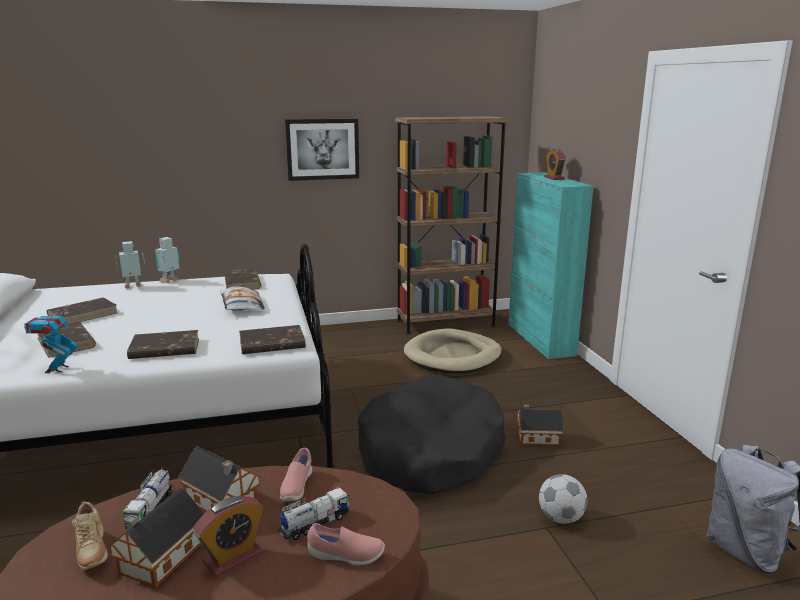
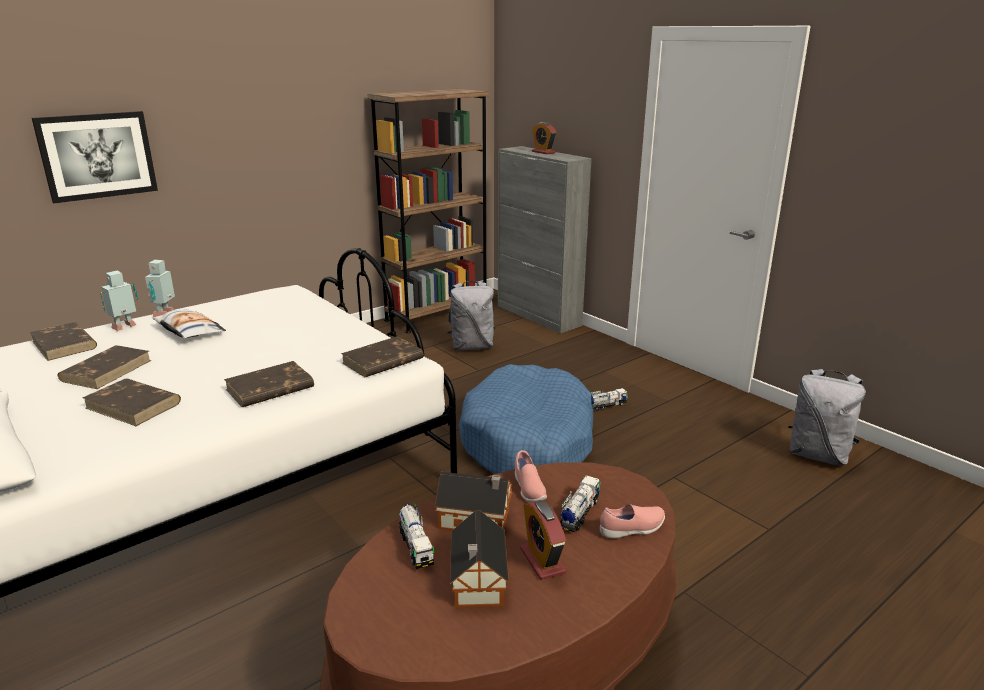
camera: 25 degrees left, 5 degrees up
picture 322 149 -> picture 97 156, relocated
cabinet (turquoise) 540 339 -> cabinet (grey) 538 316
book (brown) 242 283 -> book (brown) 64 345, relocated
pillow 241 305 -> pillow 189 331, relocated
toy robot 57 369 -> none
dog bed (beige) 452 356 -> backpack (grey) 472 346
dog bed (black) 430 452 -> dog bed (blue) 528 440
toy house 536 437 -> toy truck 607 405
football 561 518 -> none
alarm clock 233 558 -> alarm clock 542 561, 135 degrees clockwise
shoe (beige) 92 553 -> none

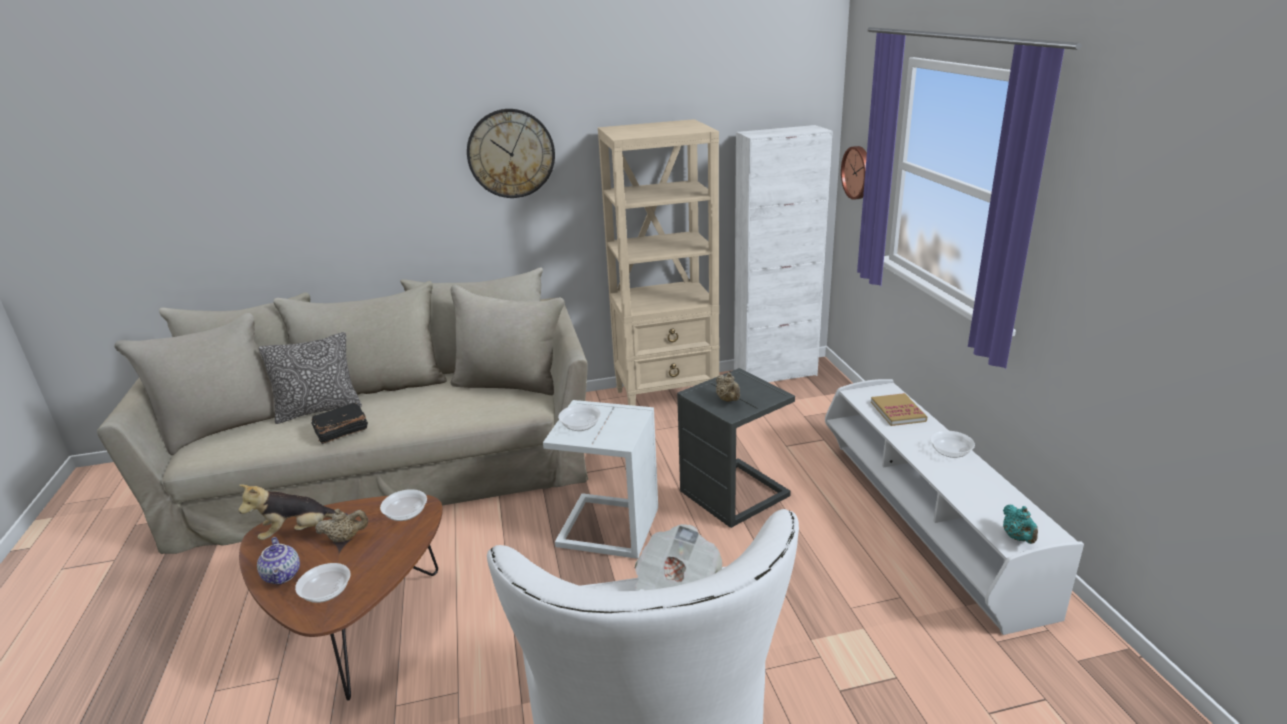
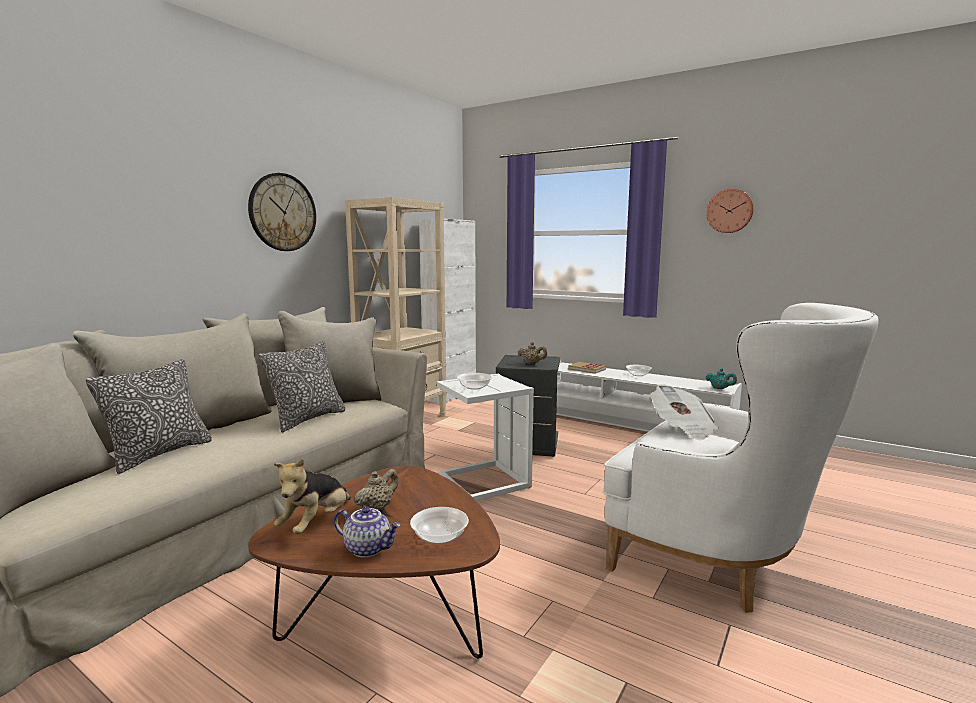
camera: 45 degrees left, 15 degrees down
wall clock 858 172 -> wall clock 730 211, relocated
book (black) 340 431 -> none
bowl 406 514 -> none
none -> pillow 307 419

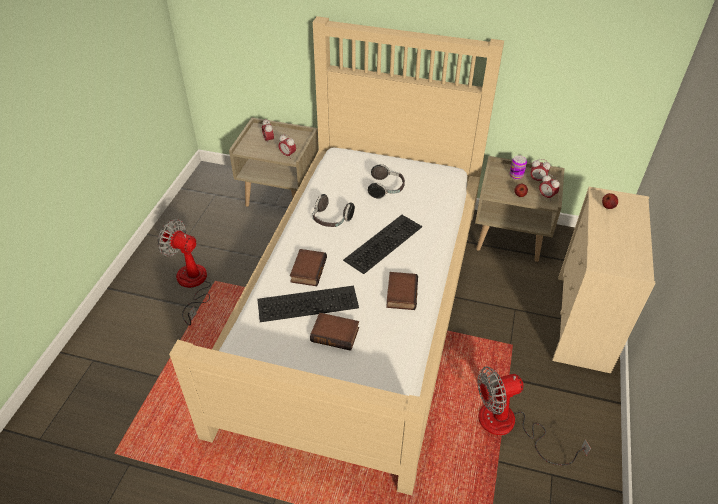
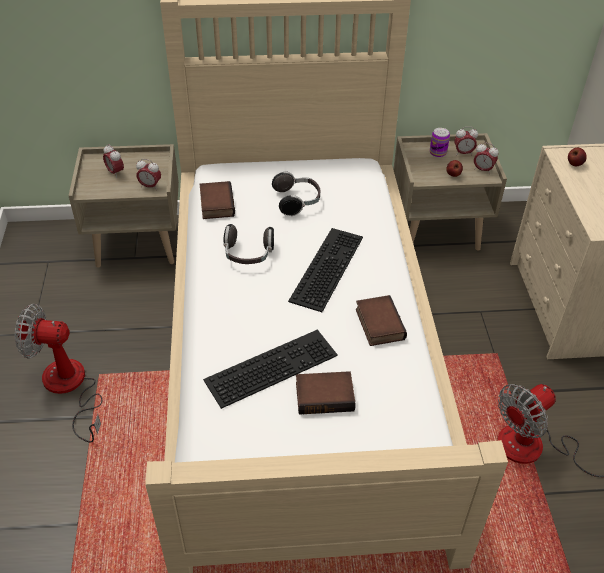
camera: 20 degrees left, 0 degrees up
book 307 270 -> book 215 203, relocated

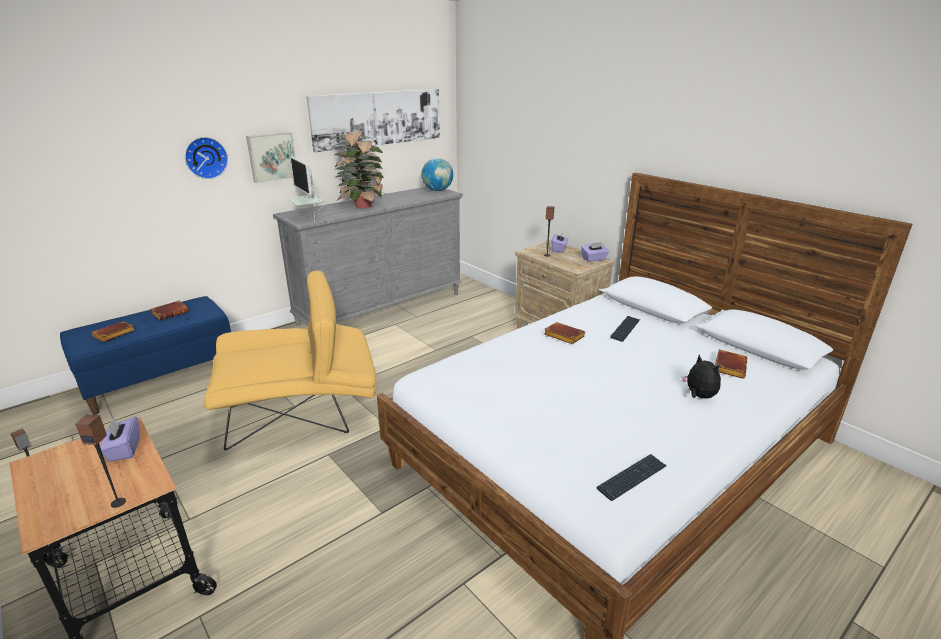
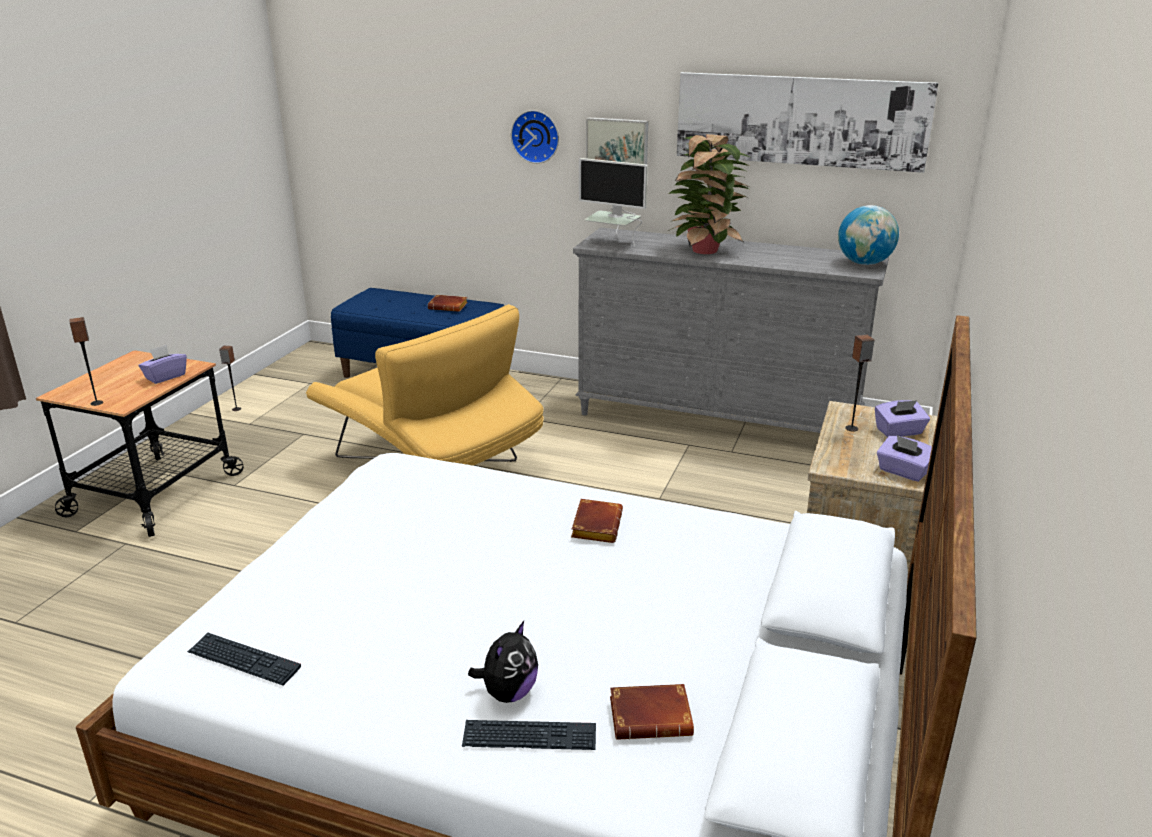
camera: 60 degrees right, 0 degrees up
monitor 309 217 -> monitor 613 243, 90 degrees counterclockwise
keyboard 625 329 -> keyboard 529 737, relocated
book (brown) 114 335 -> none

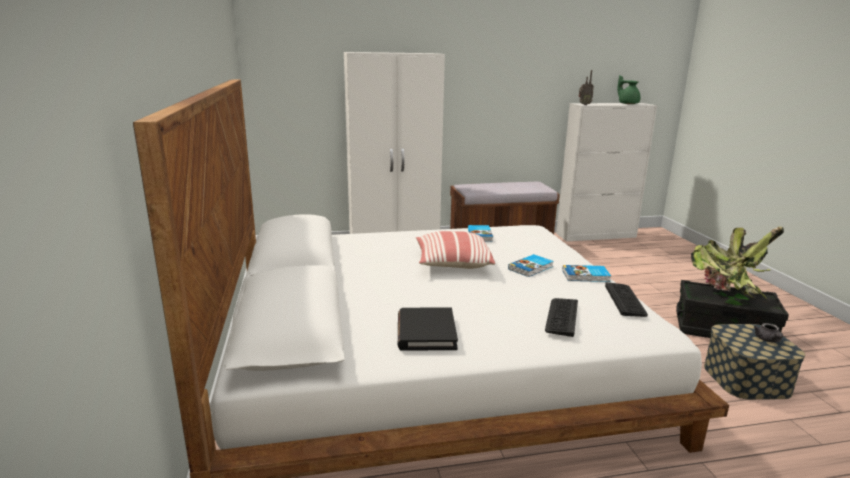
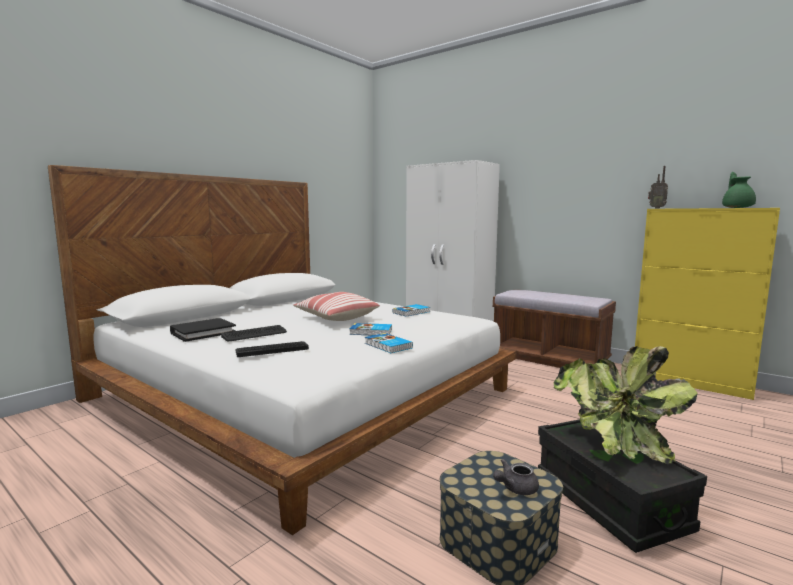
camera: 50 degrees right, 10 degrees down
cabinet (white) 596 235 -> cabinet (yellow) 691 382
keyboard 625 300 -> keyboard 254 334, relocated

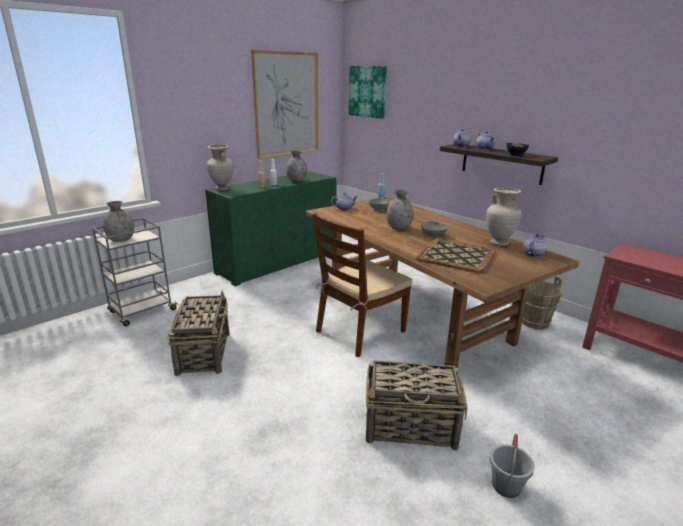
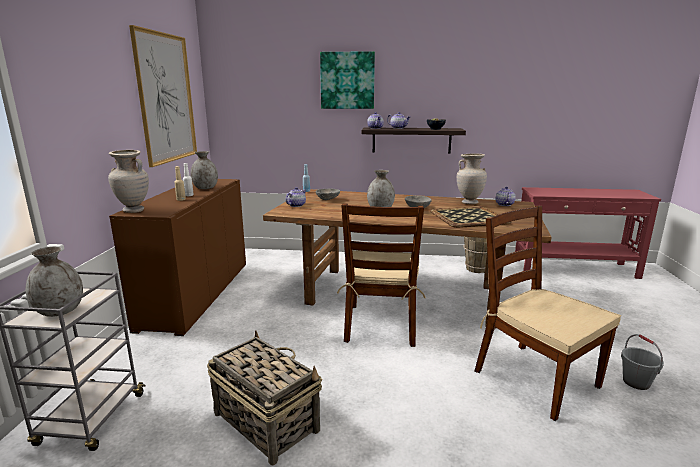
camera: 40 degrees left, 5 degrees down
picture 368 91 -> picture 347 80, relocated
cabinet (green) 278 263 -> cabinet (brown) 197 294
basket 411 426 -> chair (brown) 534 378

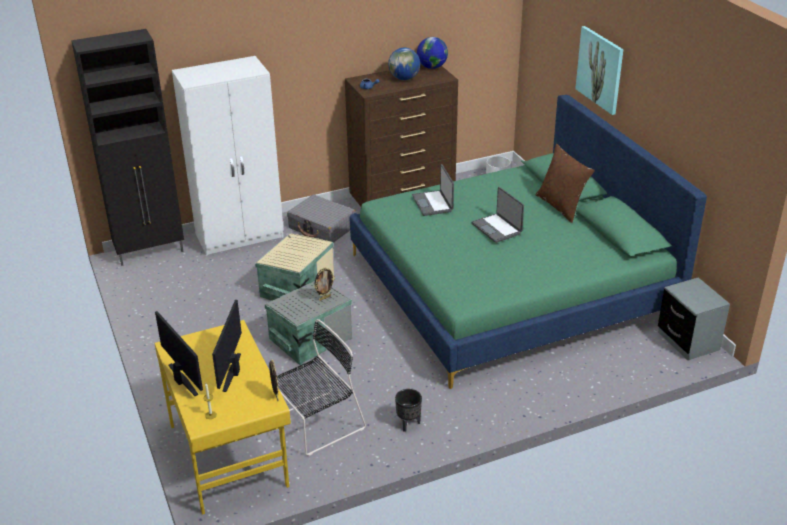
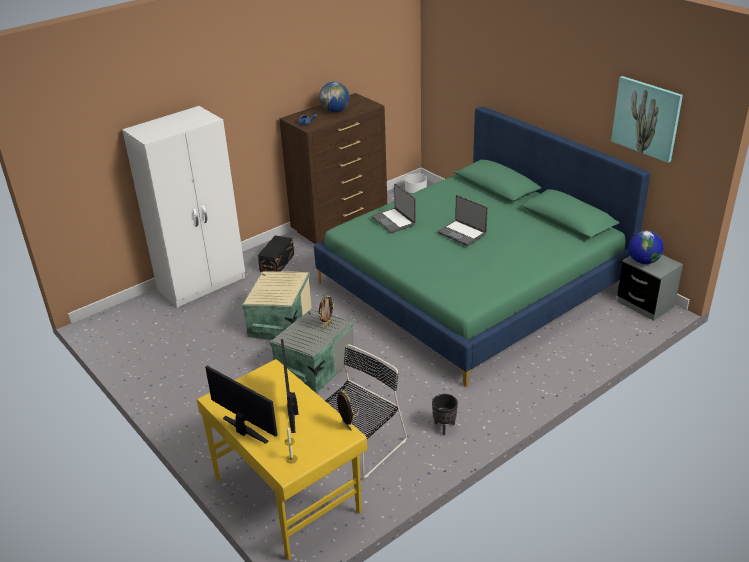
camera: 15 degrees left, 0 degrees up
picture 600 69 -> picture 646 118, relocated
cabinet (black) 151 252 -> none
globe 432 67 -> globe 643 261, relocated
pillow (brown) 561 206 -> none
suitcase (grey) 322 227 -> storage box (black) 278 263

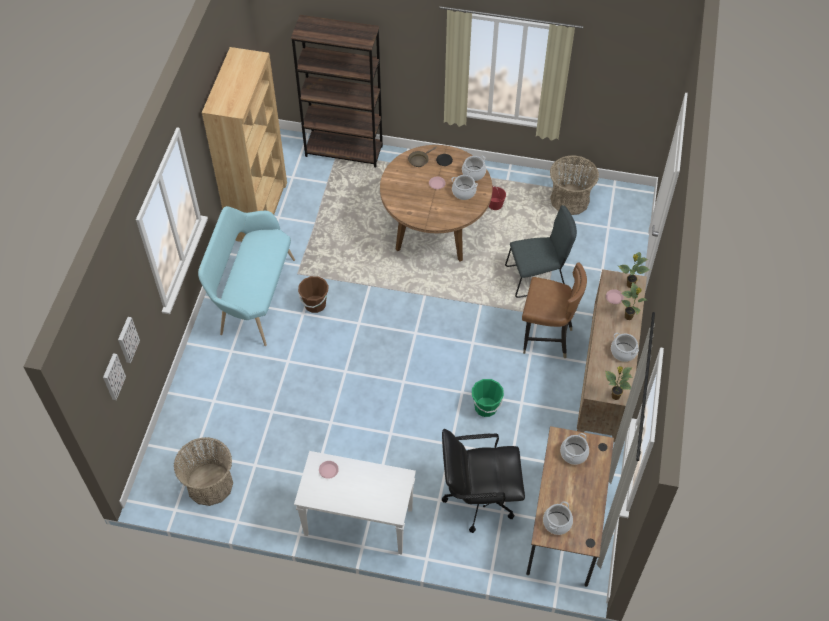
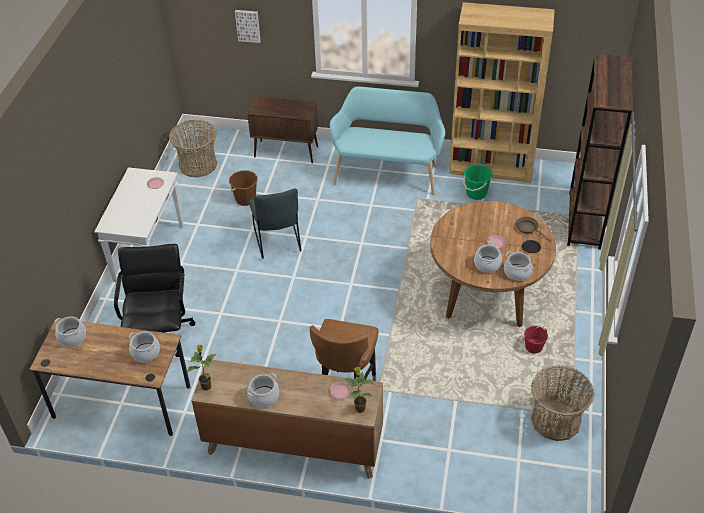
camera: 90 degrees right, 10 degrees down
chair (grey) 537 277 -> chair (grey) 278 241, relocated
bucket (brown) 315 304 -> bucket (brown) 245 199, relocated
potted plant 629 317 -> none
picture 112 376 -> none
bucket (green) 486 407 -> bucket (green) 476 193, relocated
none -> cabinet (brown) 287 152

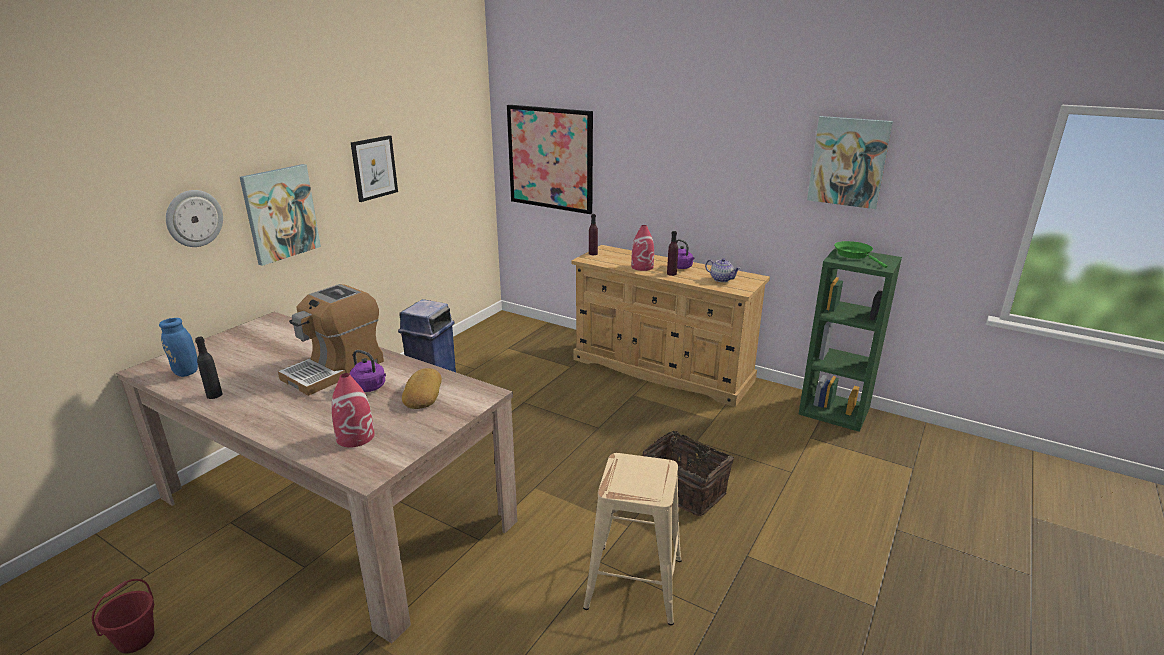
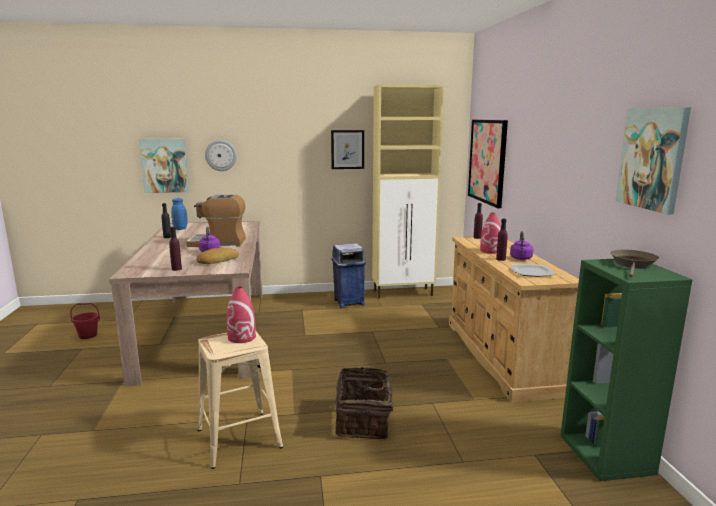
camera: 50 degrees right, 10 degrees down
picture 280 213 -> picture 165 165, relocated
frying pan (green) 855 255 -> frying pan (brown) 633 265
teapot 721 279 -> plate 532 272
vase (red) 356 437 -> vase (red) 242 337, relocated
none -> cabinet (beige) 404 293
none -> bottle (purple) 176 269

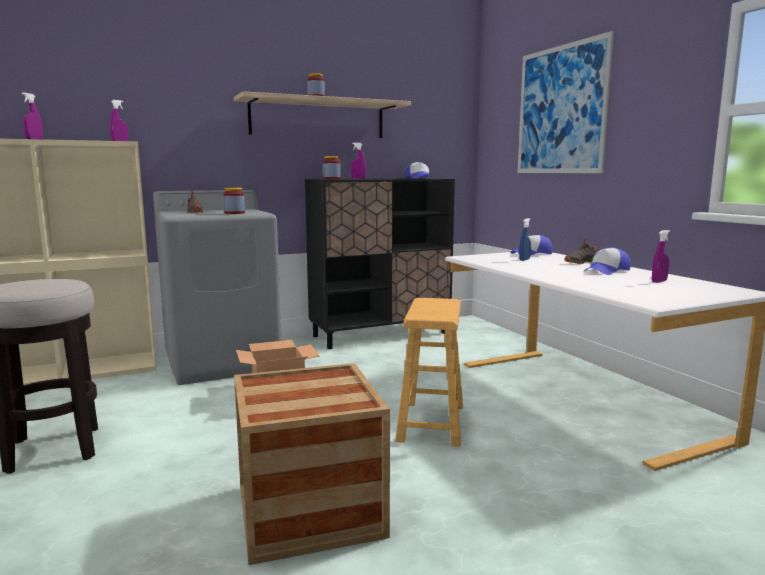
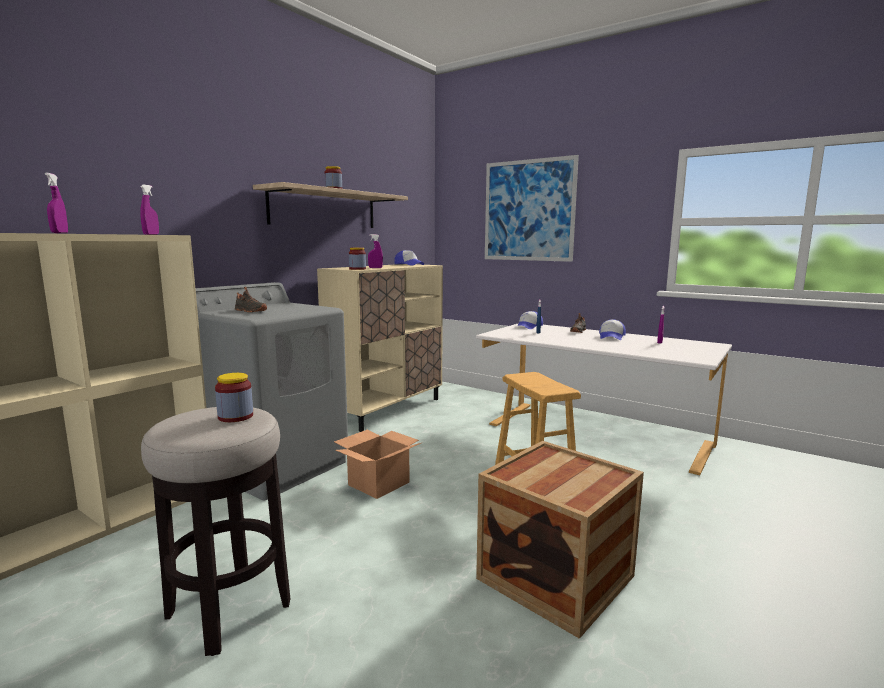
camera: 30 degrees left, 0 degrees up
cabinet (black) 381 334 -> cabinet (beige) 387 409
jar 234 213 -> jar 235 416, relocated

